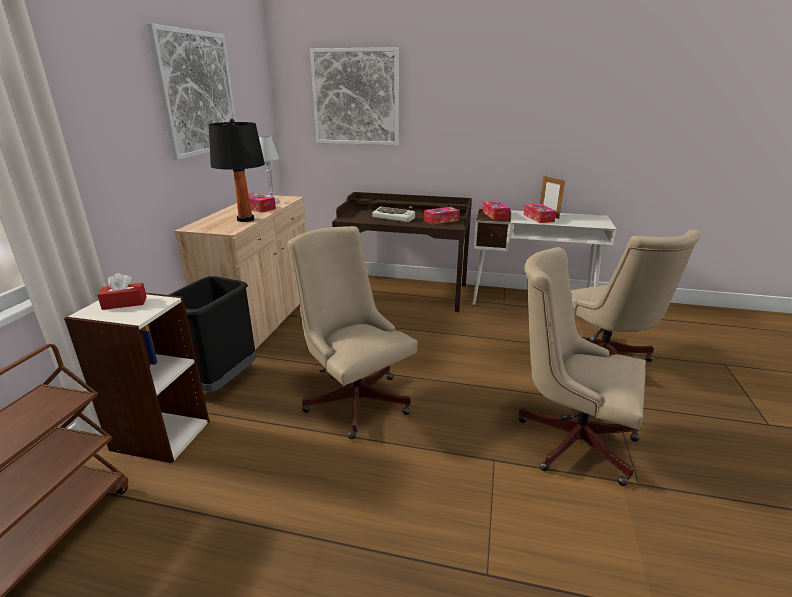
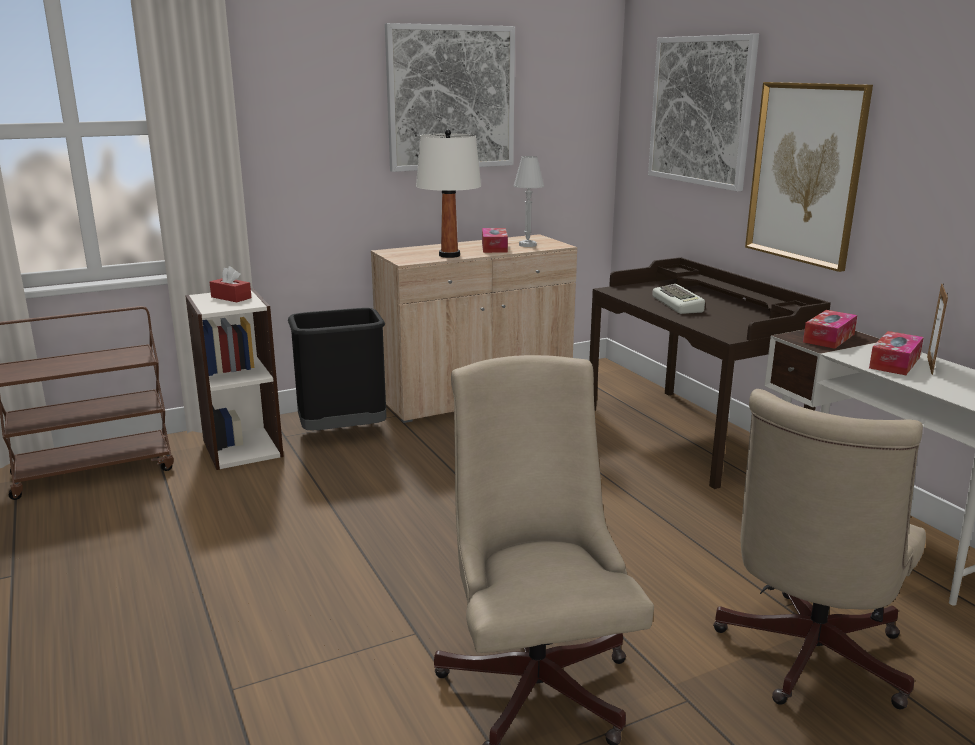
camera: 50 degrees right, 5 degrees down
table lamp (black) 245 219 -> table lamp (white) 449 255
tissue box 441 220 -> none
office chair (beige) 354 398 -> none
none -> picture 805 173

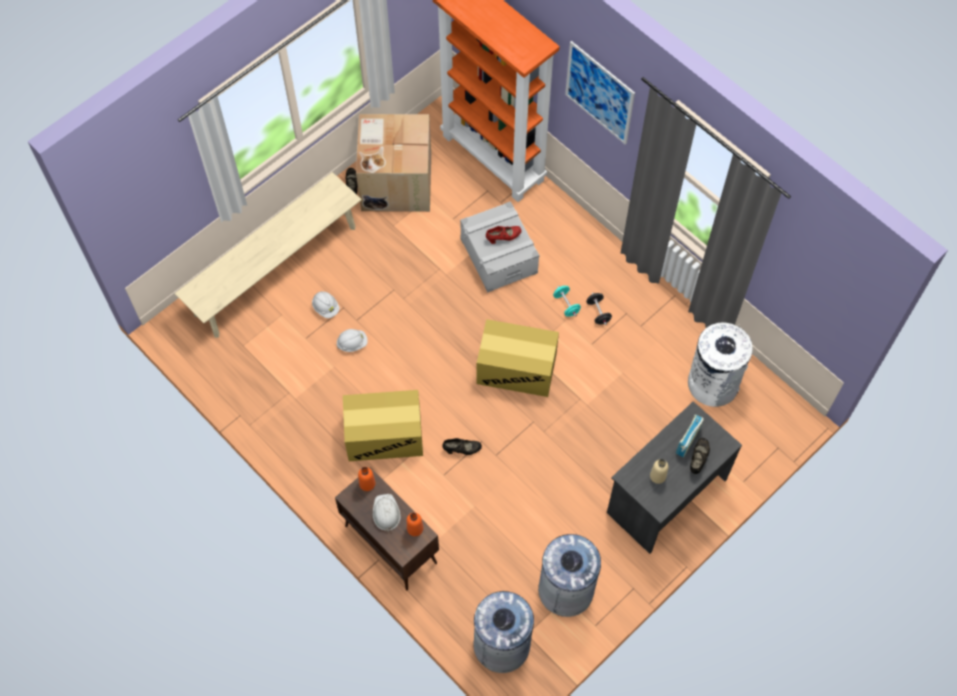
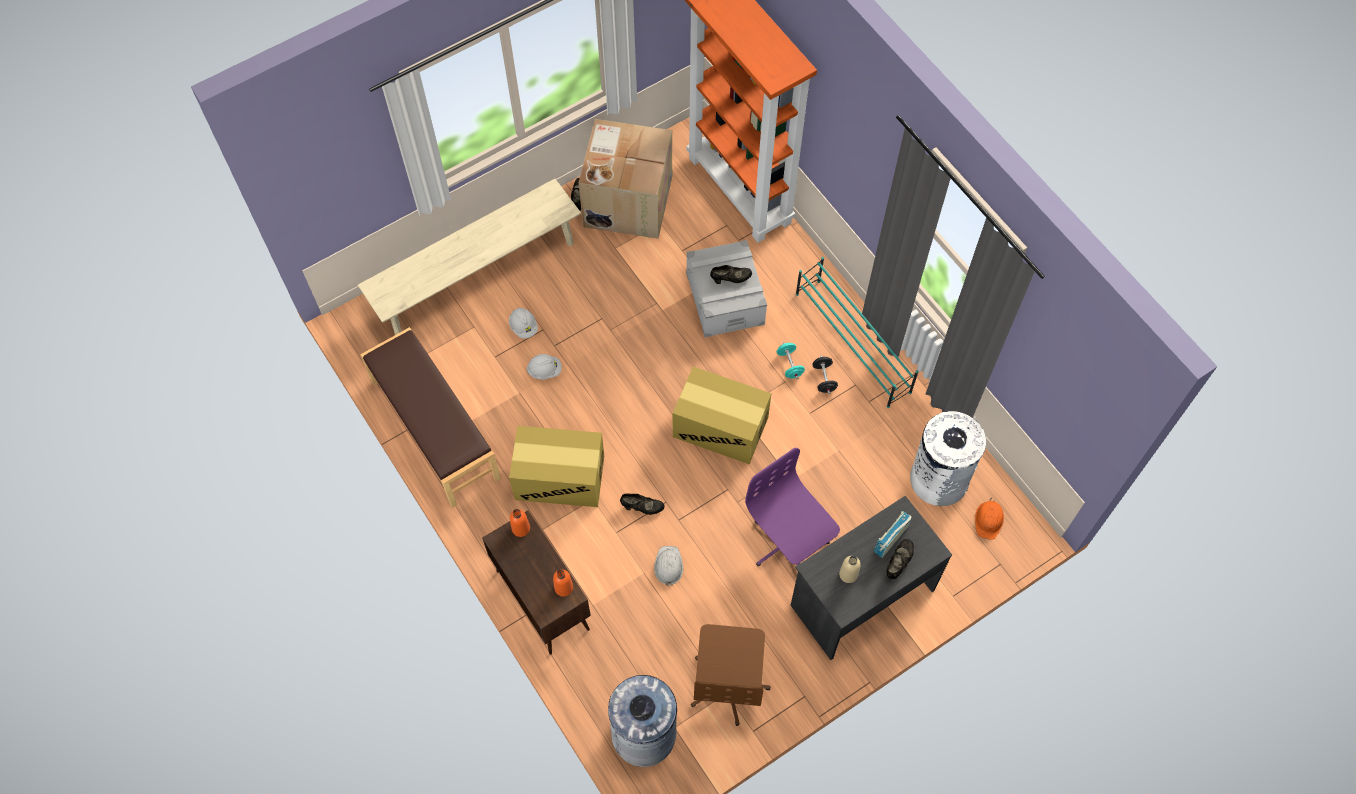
camera: 10 degrees right, 0 degrees up
picture 599 93 -> none
shoe (red) 503 237 -> shoe (black) 731 279
hard hat (white) 386 513 -> hard hat (white) 668 566, relocated
trash can (grey) 566 589 -> office chair (brown) 728 684
none -> shoe rack (turquoise) 852 343
none -> bench (brown) 434 430
none -> office chair (purple) 788 543
none -> hard hat (orange) 989 520

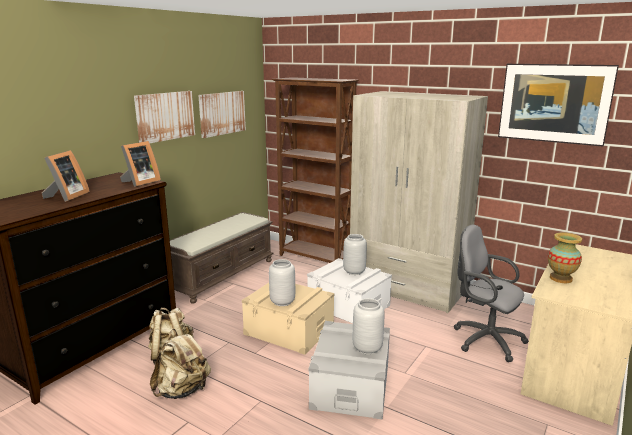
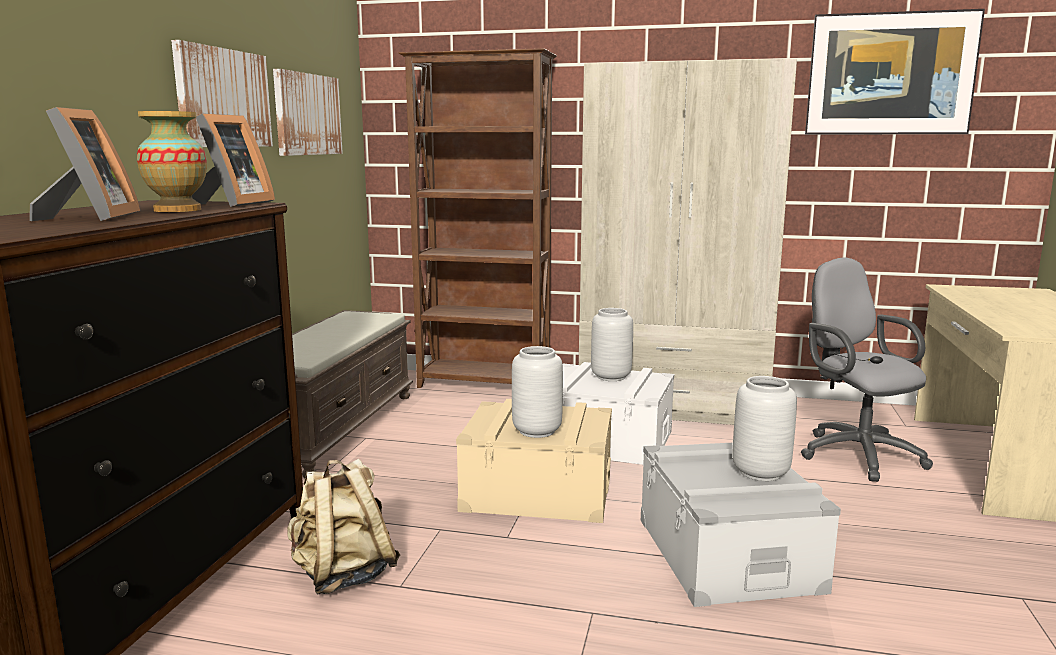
camera: 20 degrees left, 5 degrees down
office chair (grey) 484 339 -> office chair (grey) 855 453, 45 degrees clockwise
vase 561 278 -> vase 178 210, relocated
backpack (beige) 183 390 -> none

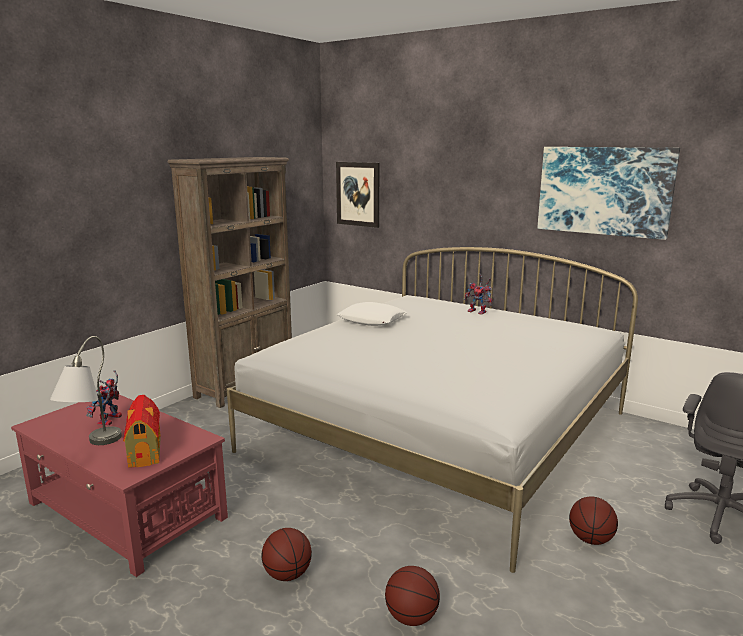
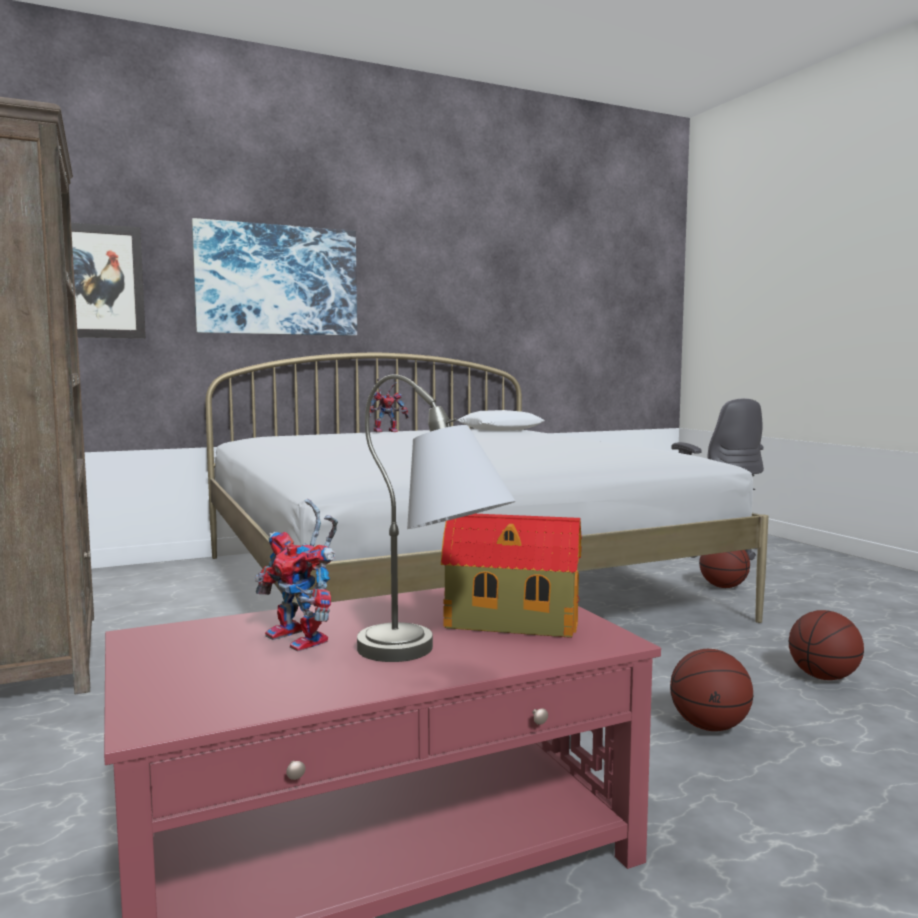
camera: 60 degrees left, 10 degrees down
picture 604 191 -> picture 277 280, relocated
pillow (white) 372 320 -> pillow (white) 501 429, relocated

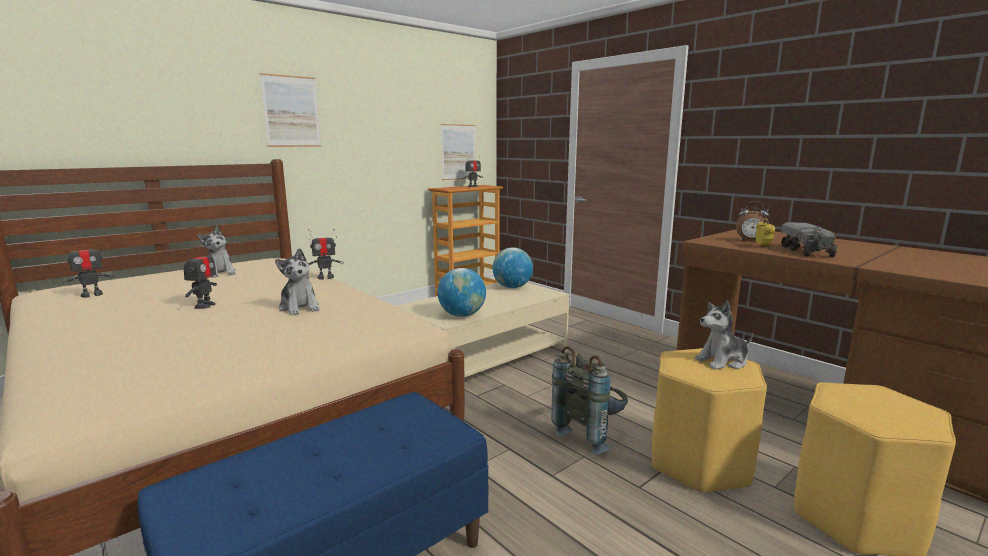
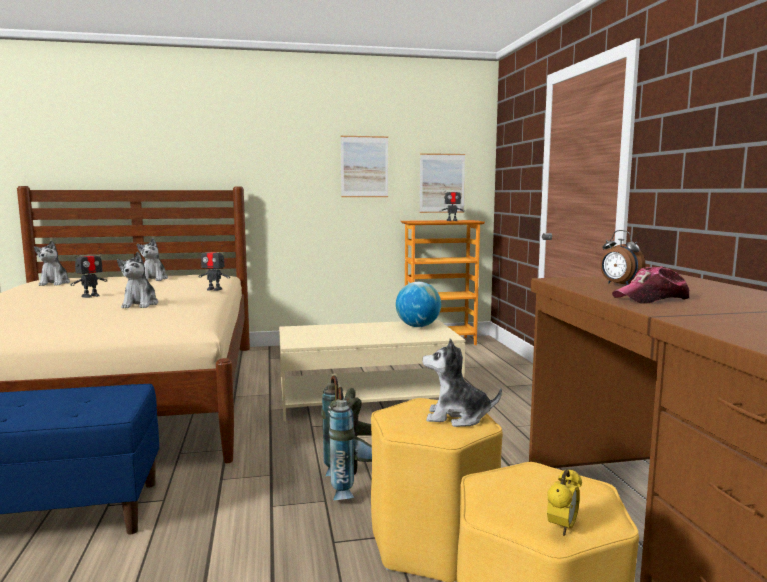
camera: 30 degrees right, 5 degrees down
picture 291 111 -> picture 364 166, relocated
alarm clock 763 247 -> alarm clock 562 528, relocated
toy truck 807 251 -> cap 651 299
toy robot 92 295 -> plush toy 54 283
globe 462 315 -> none

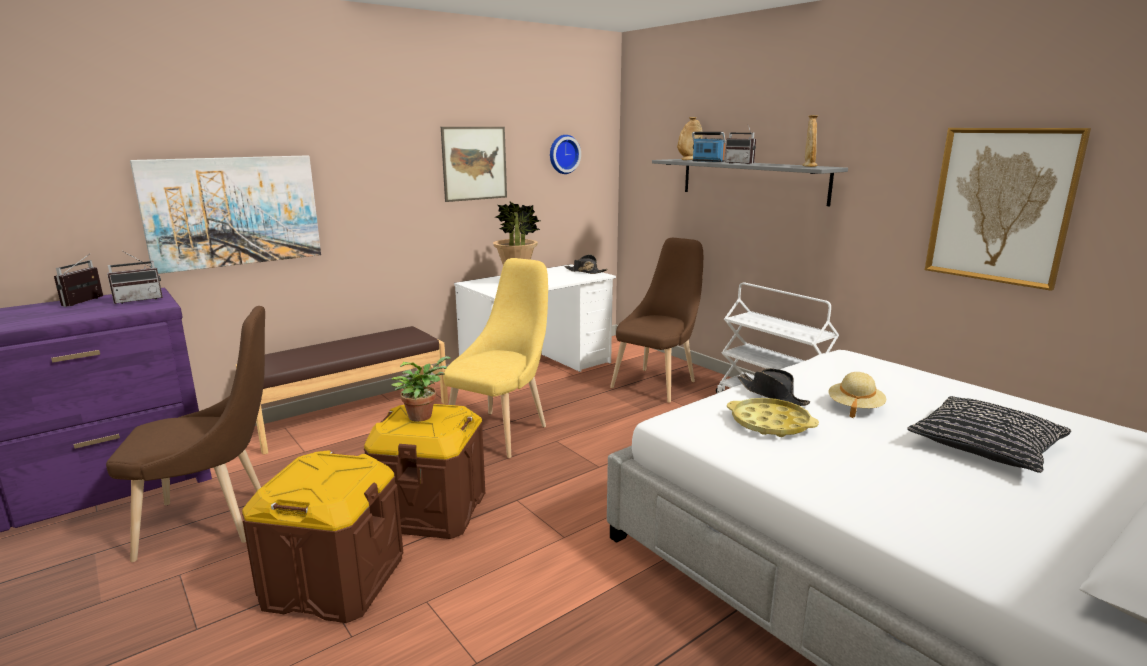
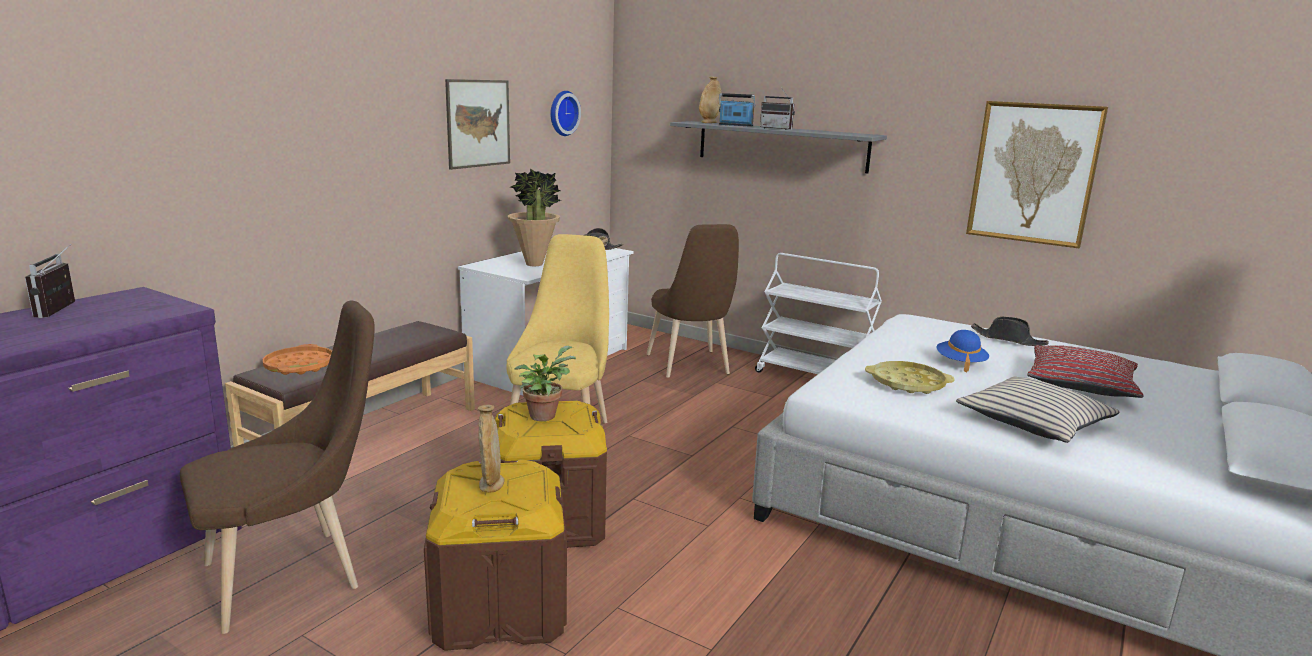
camera: 20 degrees left, 0 degrees up
vase (beige) 809 166 -> vase (beige) 491 484, relocated
picture 233 211 -> none
chair (brown) 657 383 -> chair (brown) 690 366, 150 degrees clockwise
radio 139 299 -> none
hat (black) 772 395 -> hat (black) 1008 339, relocated
hat (beige) 854 407 -> hat (blue) 960 363
pillow (black) 986 445 -> pillow (red) 1081 383
none -> tray (orange) 299 366
none -> pillow (beige) 1034 422

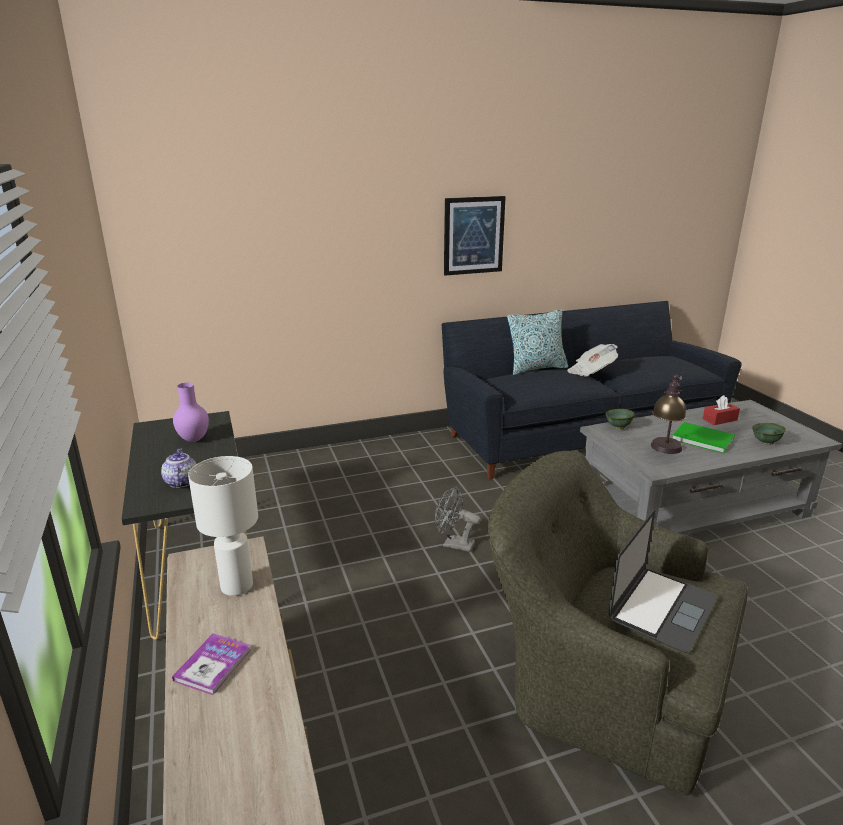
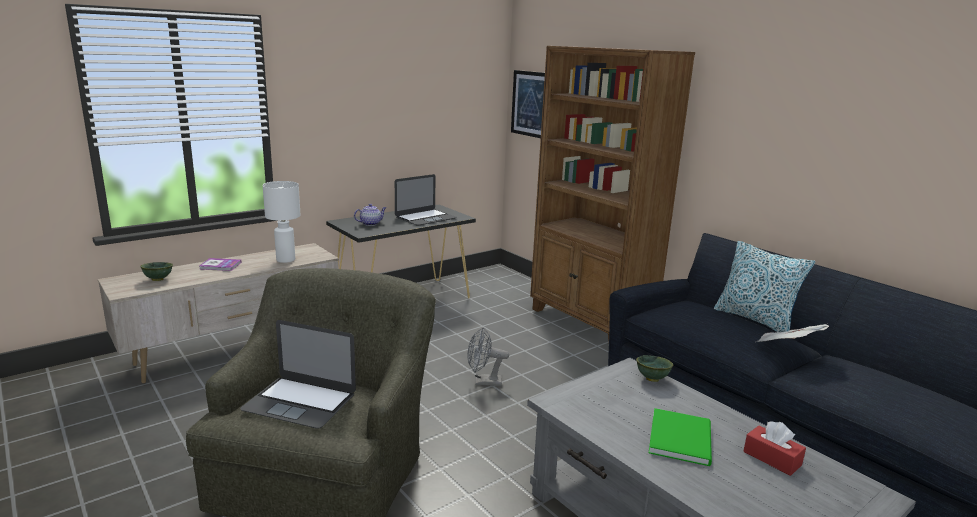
camera: 70 degrees right, 5 degrees down
picture 473 235 -> picture 531 104, relocated
table lamp 664 452 -> none
vase (purple) 193 439 -> laptop 425 217
bowl (green) 766 443 -> bowl (green) 157 279, relocated
fan (grey) 453 544 -> fan (grey) 483 382, 90 degrees counterclockwise
none -> bookcase (brown) 590 323

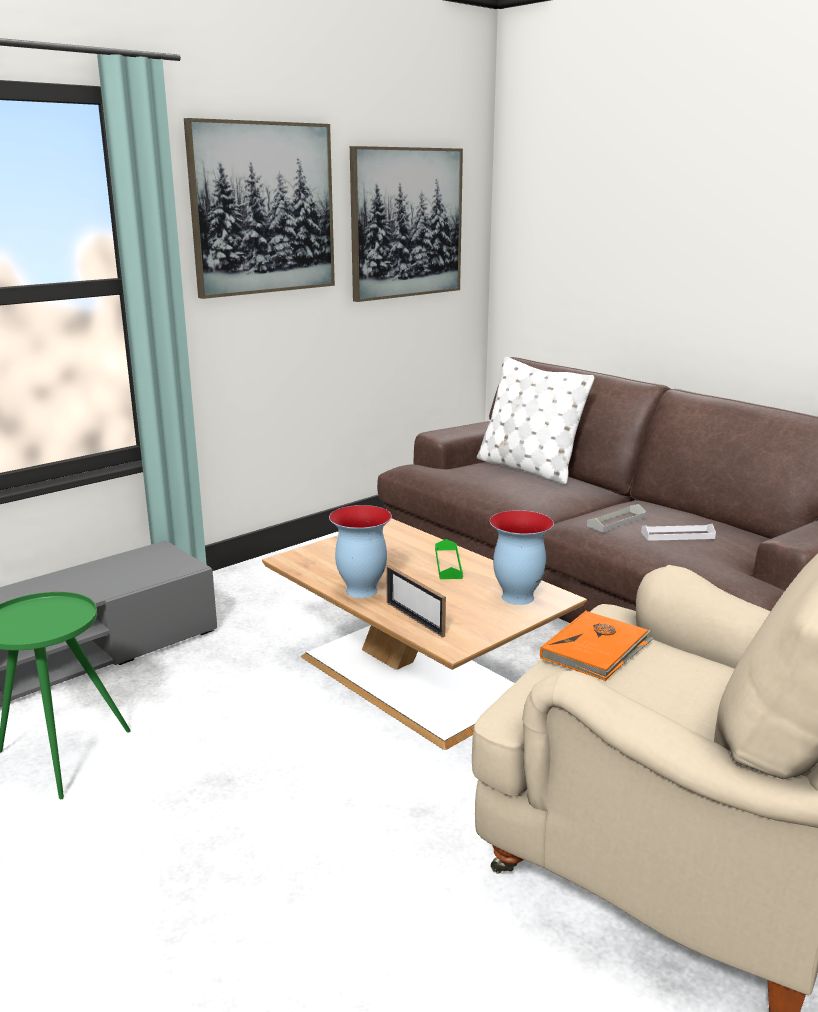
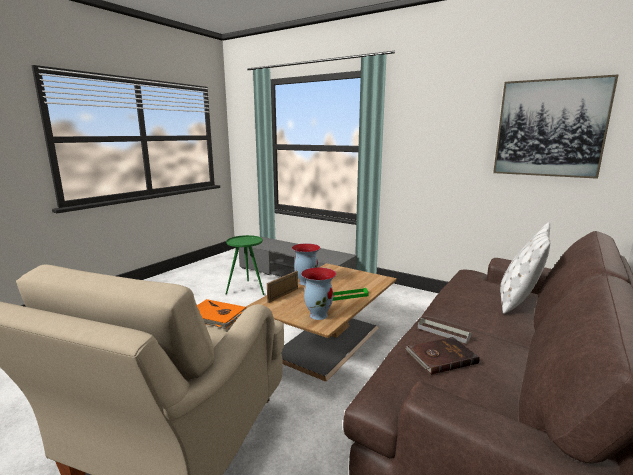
camera: 75 degrees right, 5 degrees down
picture 263 208 -> none
tray (white) 677 535 -> book (brown) 440 357

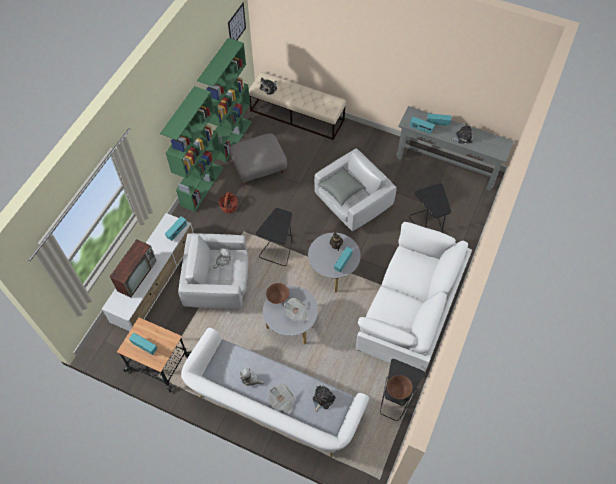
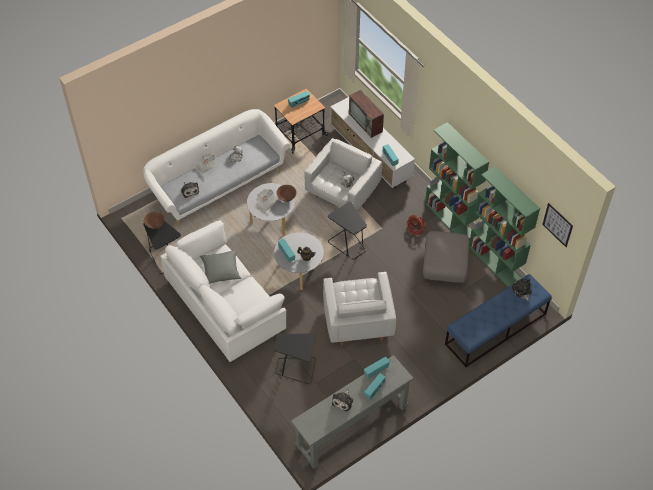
camera: 120 degrees right, 5 degrees down
bench (beige) 297 115 -> bench (blue) 495 329
pillow (grey) 341 189 -> pillow (grey) 221 271, relocated

